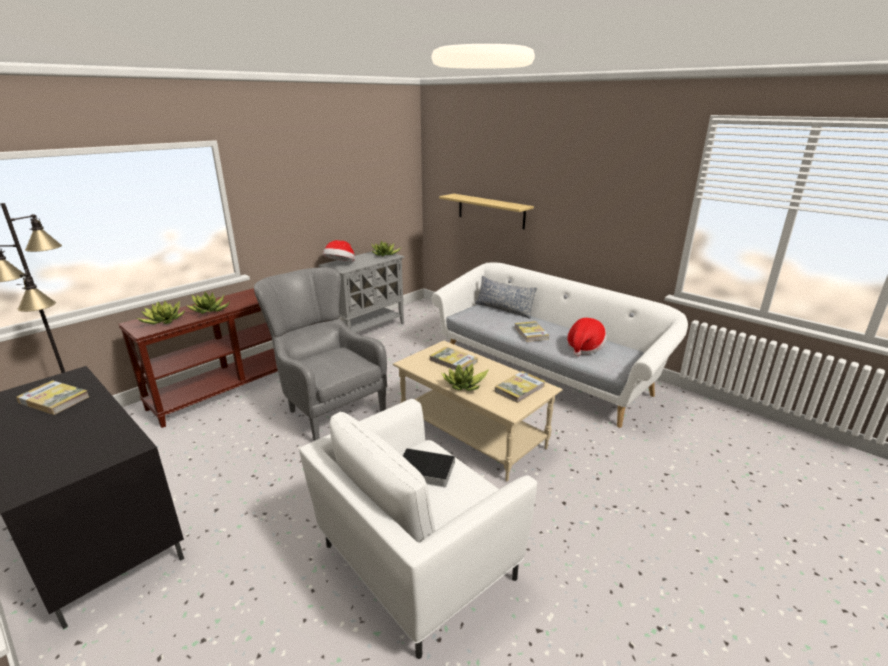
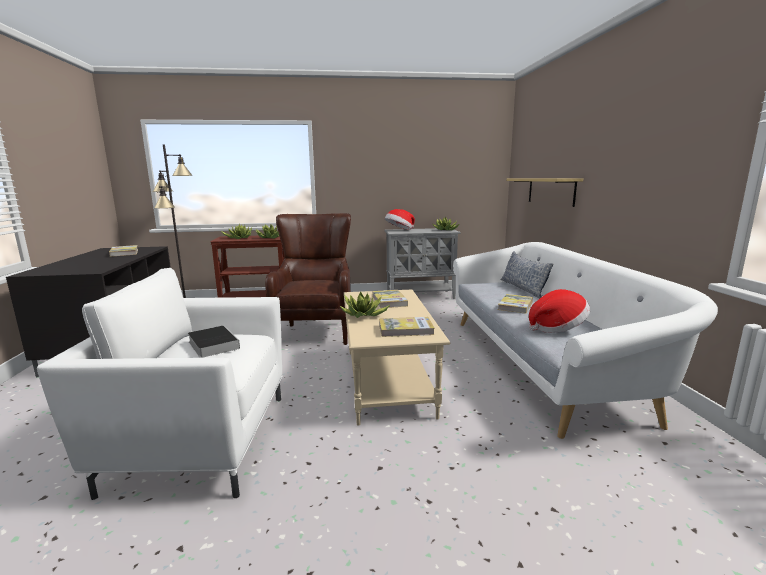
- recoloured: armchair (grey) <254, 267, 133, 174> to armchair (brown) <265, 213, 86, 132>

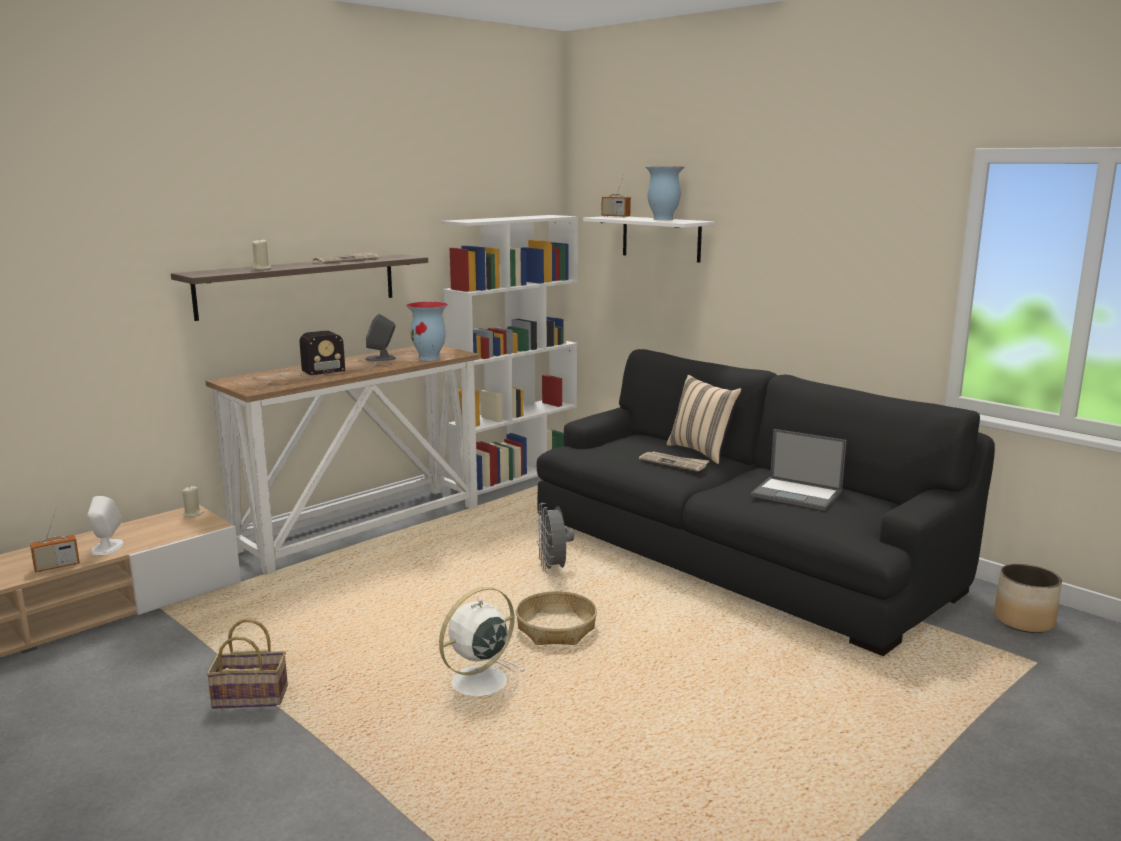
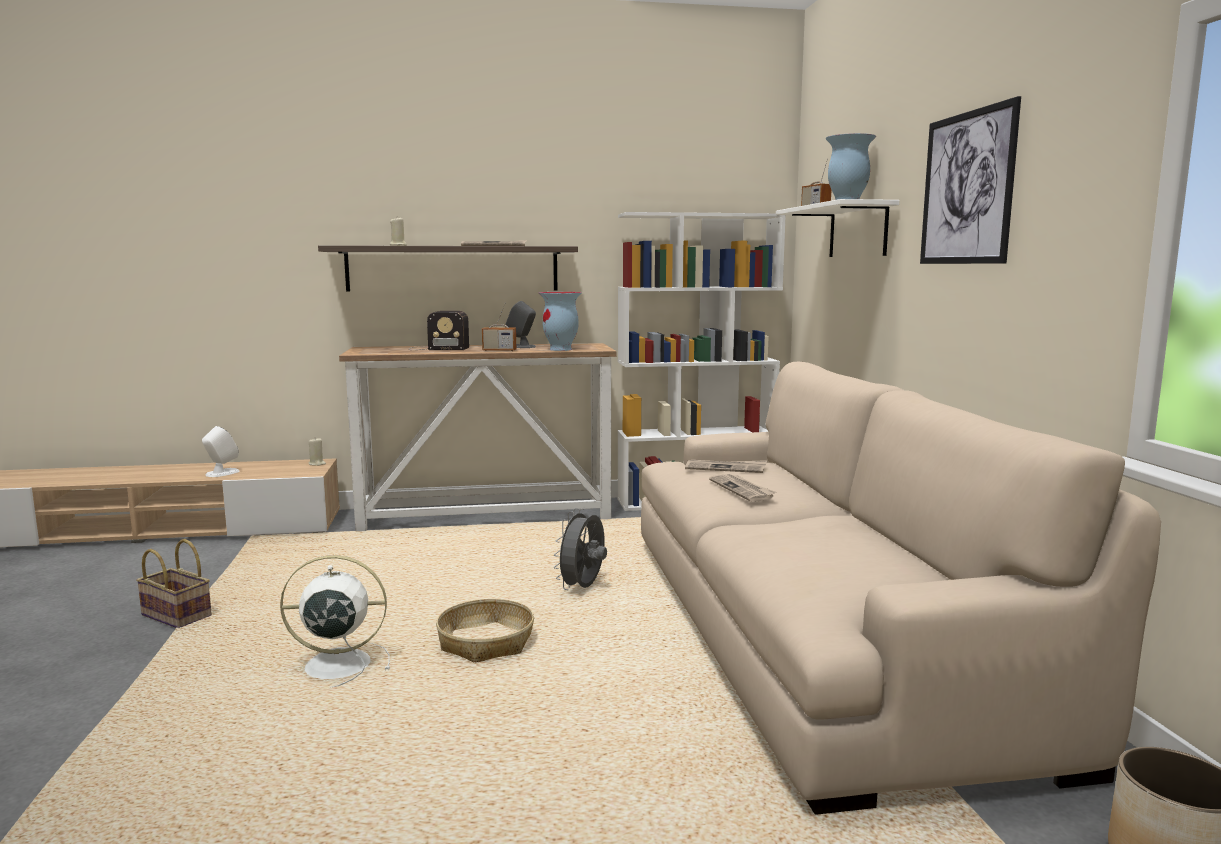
- moved: radio <30, 508, 50, 64> to <482, 302, 34, 49>
- recoloured: sofa (black) <537, 349, 458, 307> to sofa (beige) <641, 362, 520, 453>
- removed: pillow (beige) <666, 375, 76, 89>
- removed: laptop <751, 429, 96, 82>
- added: newspaper <685, 460, 82, 13>
- added: picture <920, 96, 101, 168>

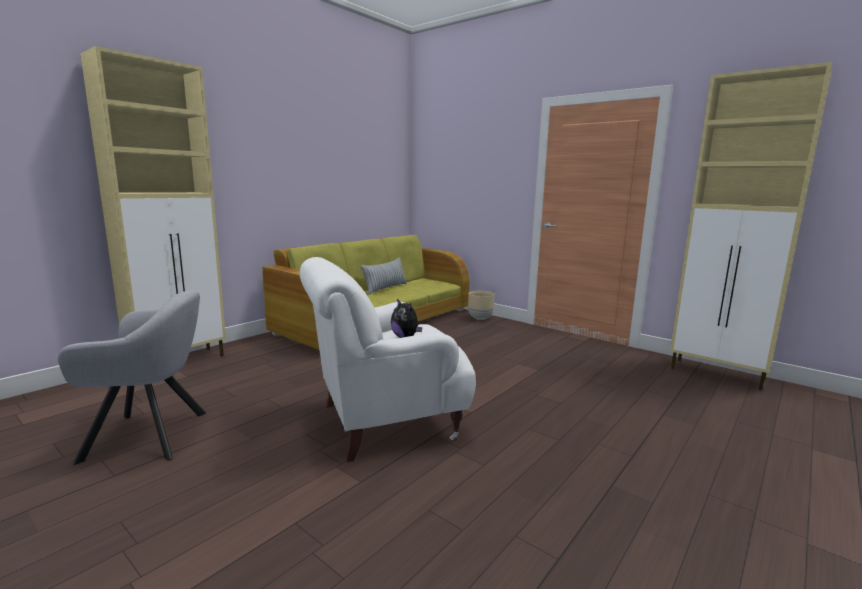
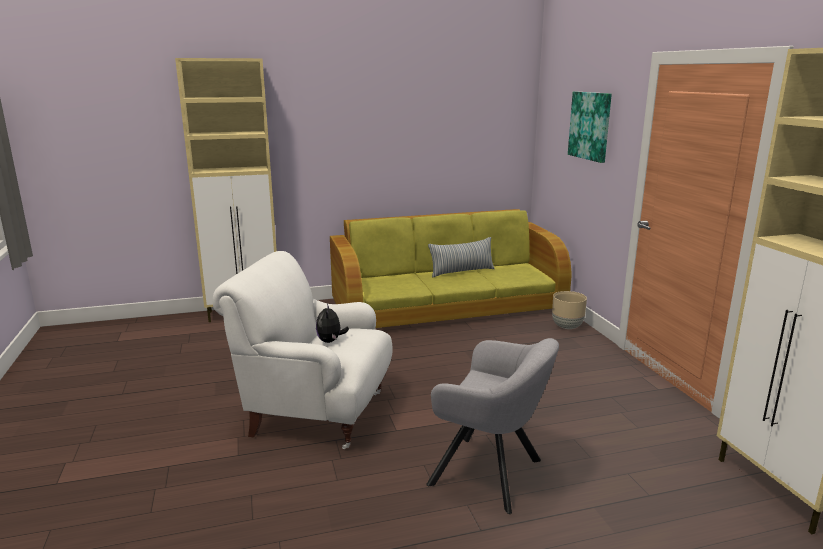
- moved: armchair (grey) <58, 291, 148, 174> to <426, 338, 133, 176>
- added: picture <568, 92, 44, 71>

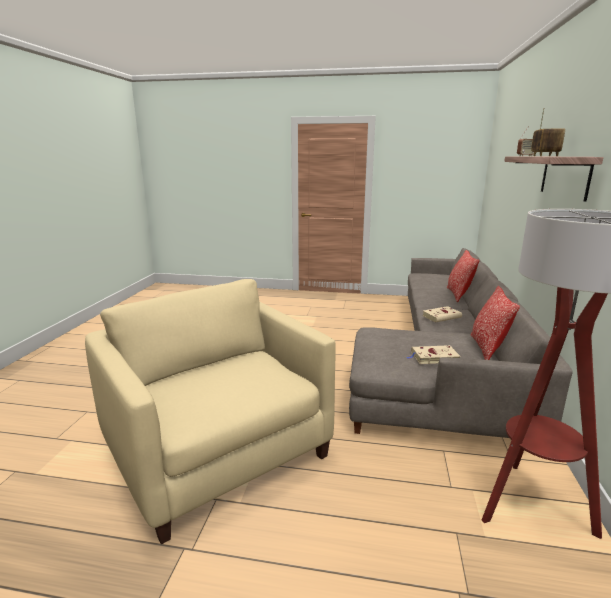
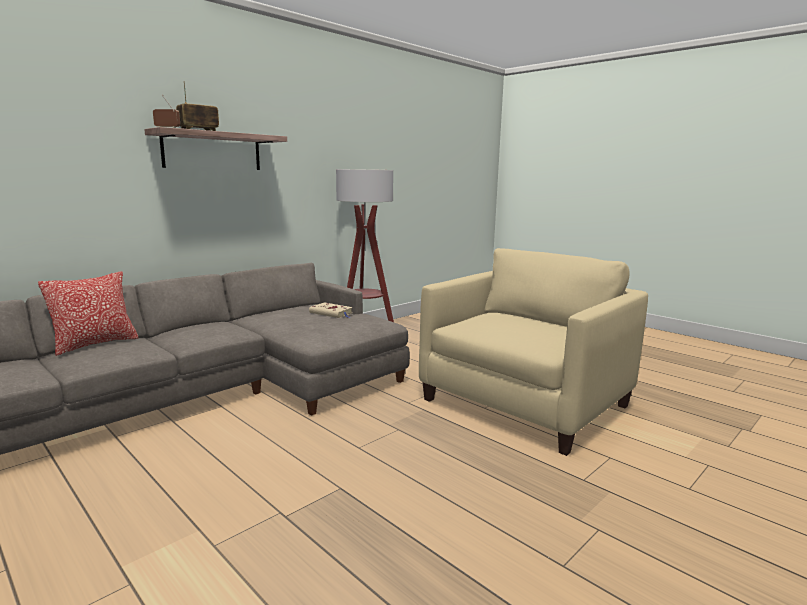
- turned: armchair (beige) <85, 279, 251, 266> = <419, 248, 229, 208> 135 degrees counterclockwise
- removed: book (beige) <422, 306, 40, 16>
- removed: pillow <471, 286, 49, 74>

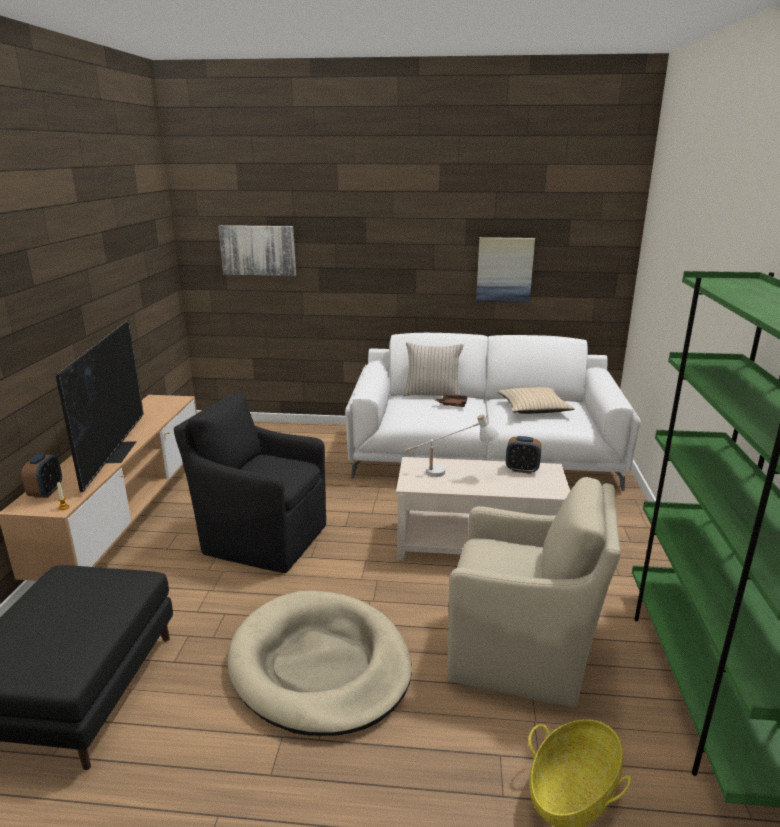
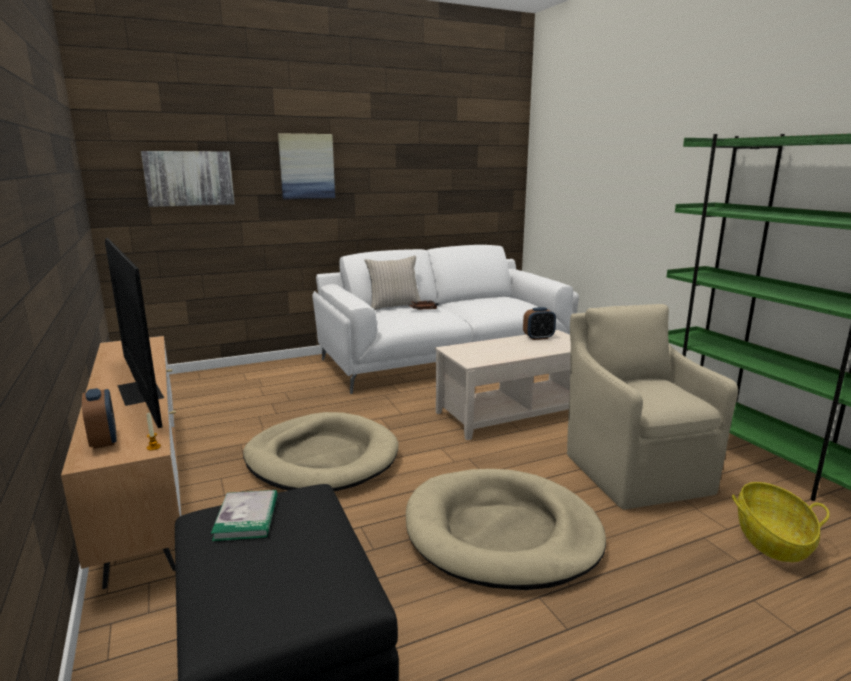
- replaced: armchair (black) <174, 392, 152, 181> to dog bed (beige) <243, 412, 156, 79>
- removed: table lamp (white) <405, 414, 94, 63>
- turned: armchair (beige) <447, 477, 174, 230> = <567, 304, 171, 205> 90 degrees counterclockwise
- moved: picture <476, 237, 59, 66> to <278, 133, 57, 66>
- removed: pillow (beige) <498, 387, 77, 27>
- added: book <211, 490, 67, 51>

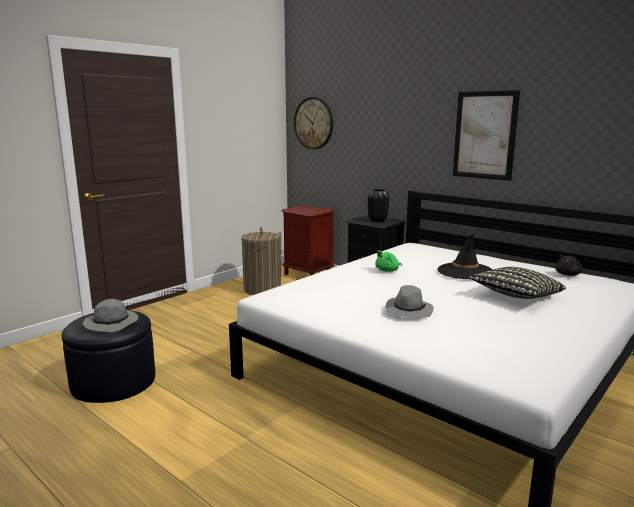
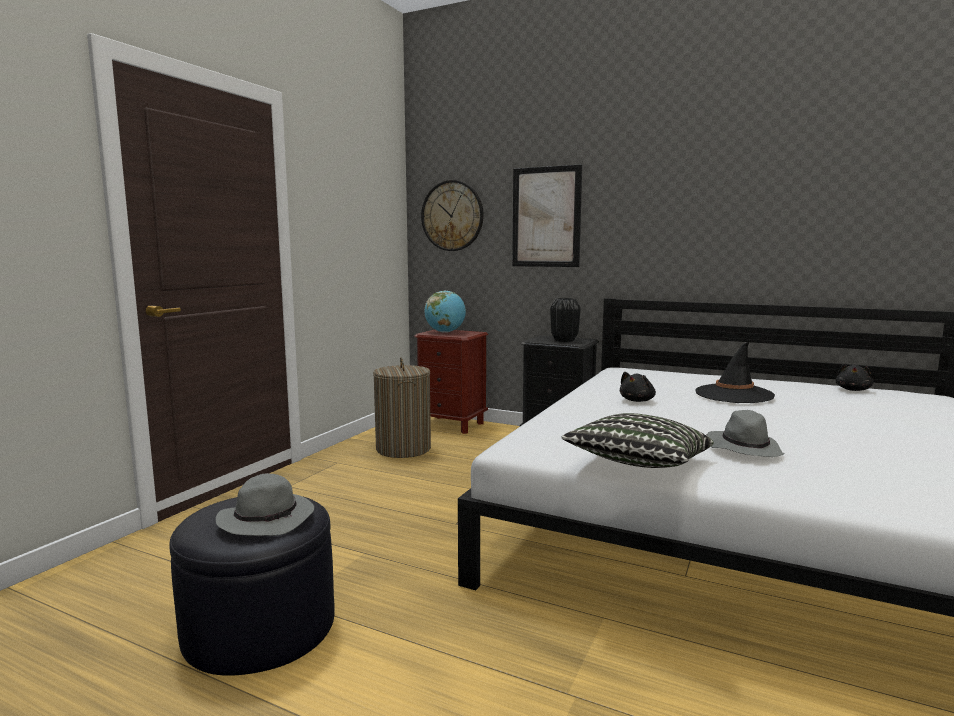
- recoloured: plush toy (green) <375, 250, 27, 22> to plush toy (black) <620, 372, 36, 30>
- moved: picture <453, 90, 67, 91> to <512, 164, 70, 103>
- moved: pillow <470, 267, 96, 32> to <561, 413, 153, 55>
- added: globe <424, 290, 42, 43>

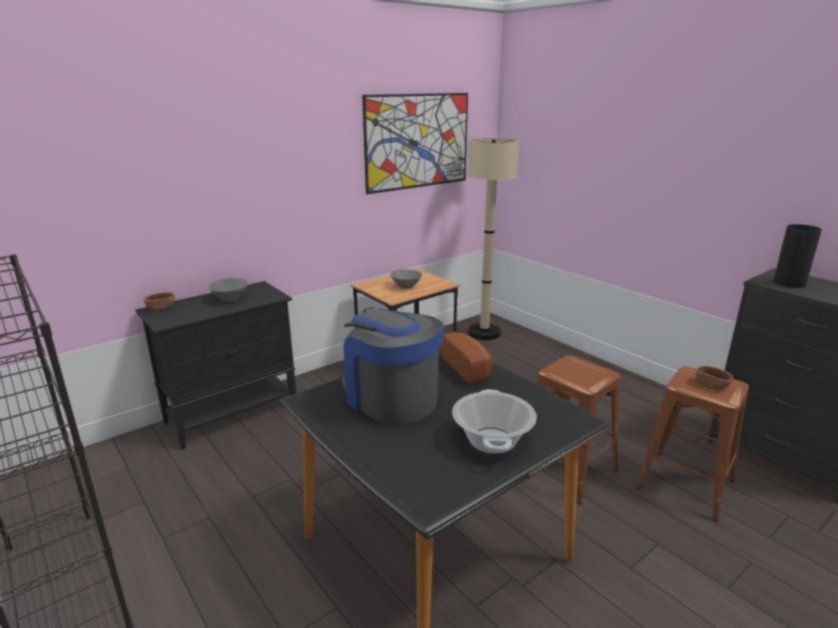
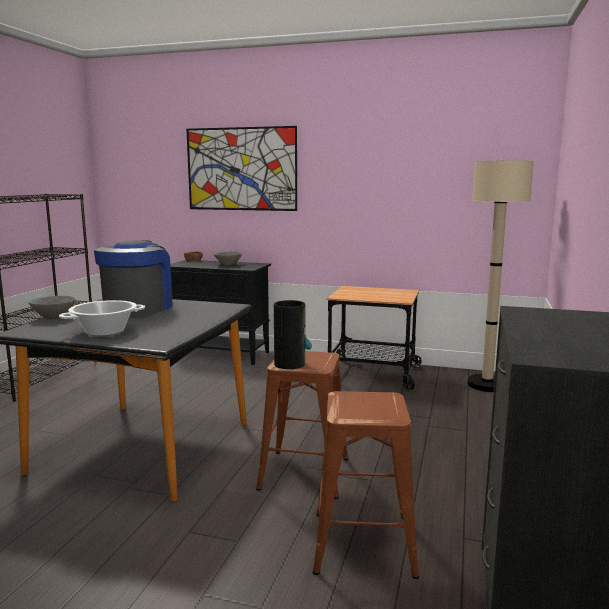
- moved: picture <362, 93, 106, 101> to <186, 126, 111, 85>
- moved: bowl (grey) <390, 269, 32, 20> to <28, 296, 48, 23>
- removed: bread <441, 332, 52, 52>
- removed: bowl (brown) <696, 365, 37, 25>
- moved: vase <773, 224, 49, 64> to <274, 300, 38, 69>

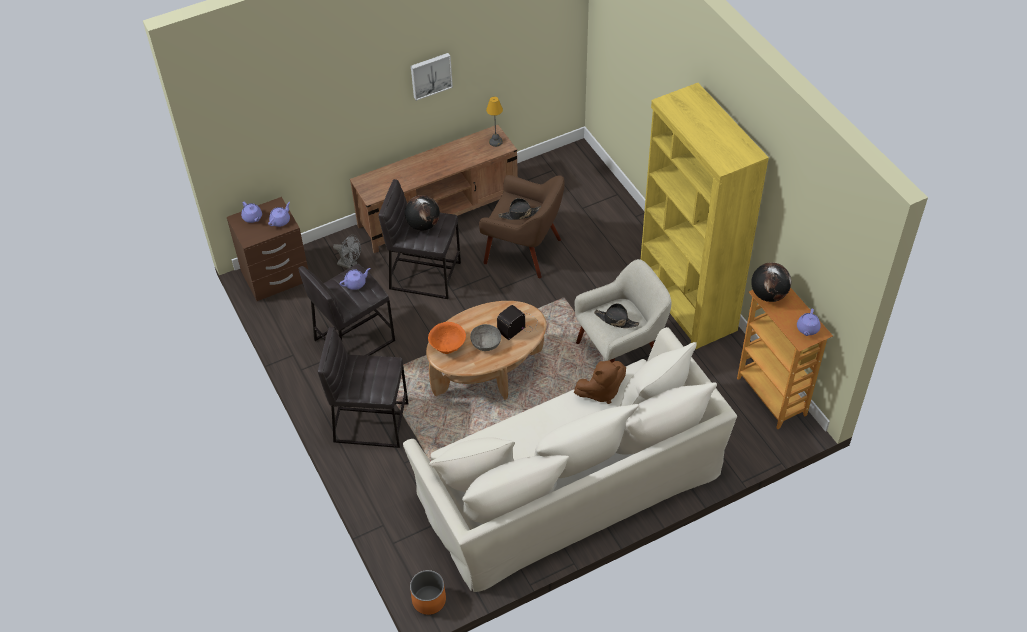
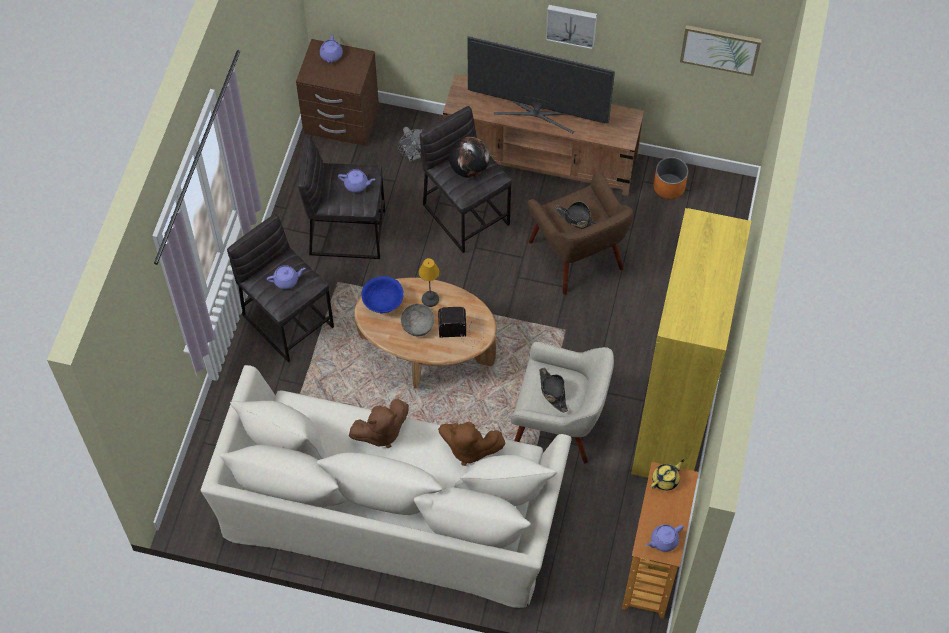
- moved: teapot (purple) <268, 202, 22, 25> to <267, 265, 38, 24>
- moved: planter (orange) <410, 570, 36, 45> to <653, 157, 35, 42>
- recoloured: bowl (orange) <428, 322, 38, 32> to bowl (blue) <361, 276, 43, 38>
- moved: table lamp <486, 97, 17, 50> to <419, 258, 21, 49>
- replaced: globe <751, 262, 40, 40> to teapot (yellow) <651, 459, 33, 32>
- added: plush toy (brown) <349, 399, 60, 49>
- added: television <468, 36, 147, 97>
- added: picture <680, 25, 82, 51>

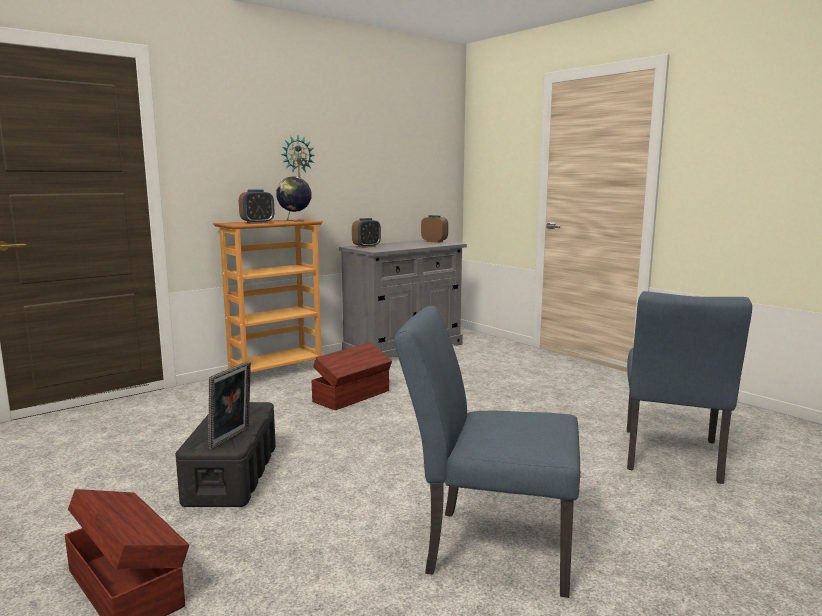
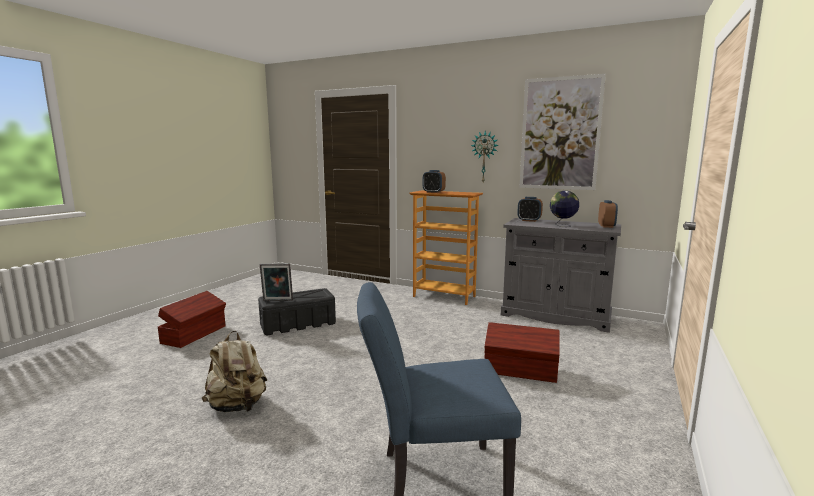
- moved: globe <276, 176, 36, 46> to <550, 191, 29, 36>
- moved: storage box (brown) <312, 342, 80, 68> to <484, 322, 76, 61>
- replaced: chair (blue) <394, 306, 186, 292> to backpack (beige) <202, 330, 65, 82>
- added: picture <519, 74, 87, 116>

